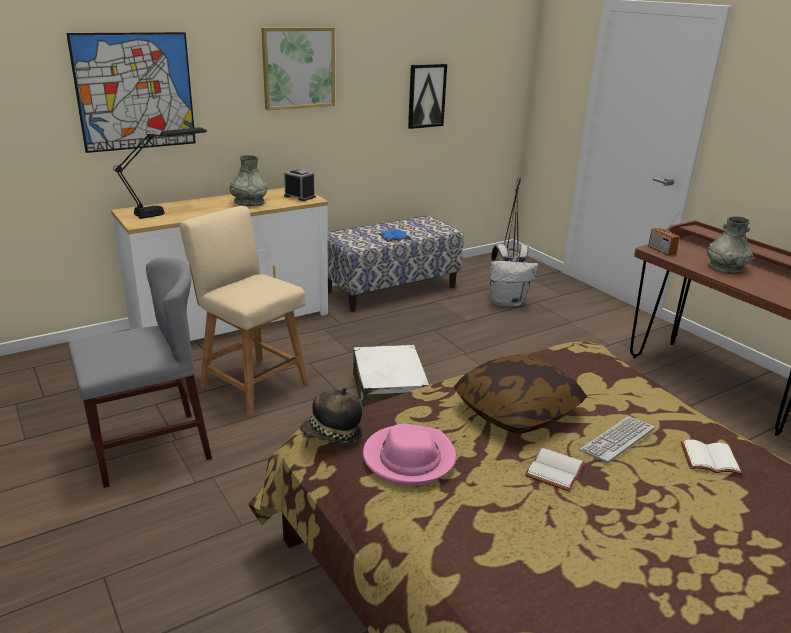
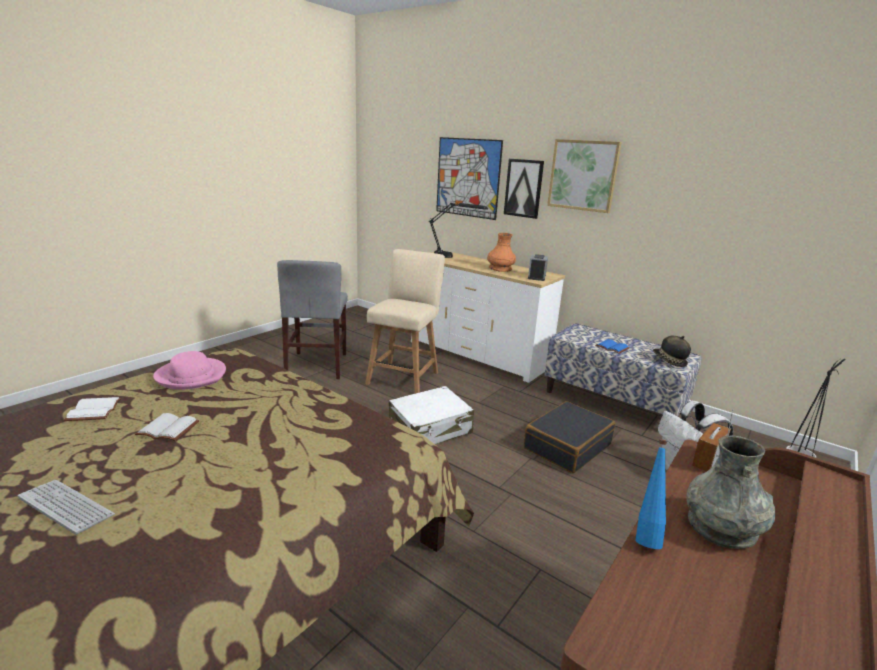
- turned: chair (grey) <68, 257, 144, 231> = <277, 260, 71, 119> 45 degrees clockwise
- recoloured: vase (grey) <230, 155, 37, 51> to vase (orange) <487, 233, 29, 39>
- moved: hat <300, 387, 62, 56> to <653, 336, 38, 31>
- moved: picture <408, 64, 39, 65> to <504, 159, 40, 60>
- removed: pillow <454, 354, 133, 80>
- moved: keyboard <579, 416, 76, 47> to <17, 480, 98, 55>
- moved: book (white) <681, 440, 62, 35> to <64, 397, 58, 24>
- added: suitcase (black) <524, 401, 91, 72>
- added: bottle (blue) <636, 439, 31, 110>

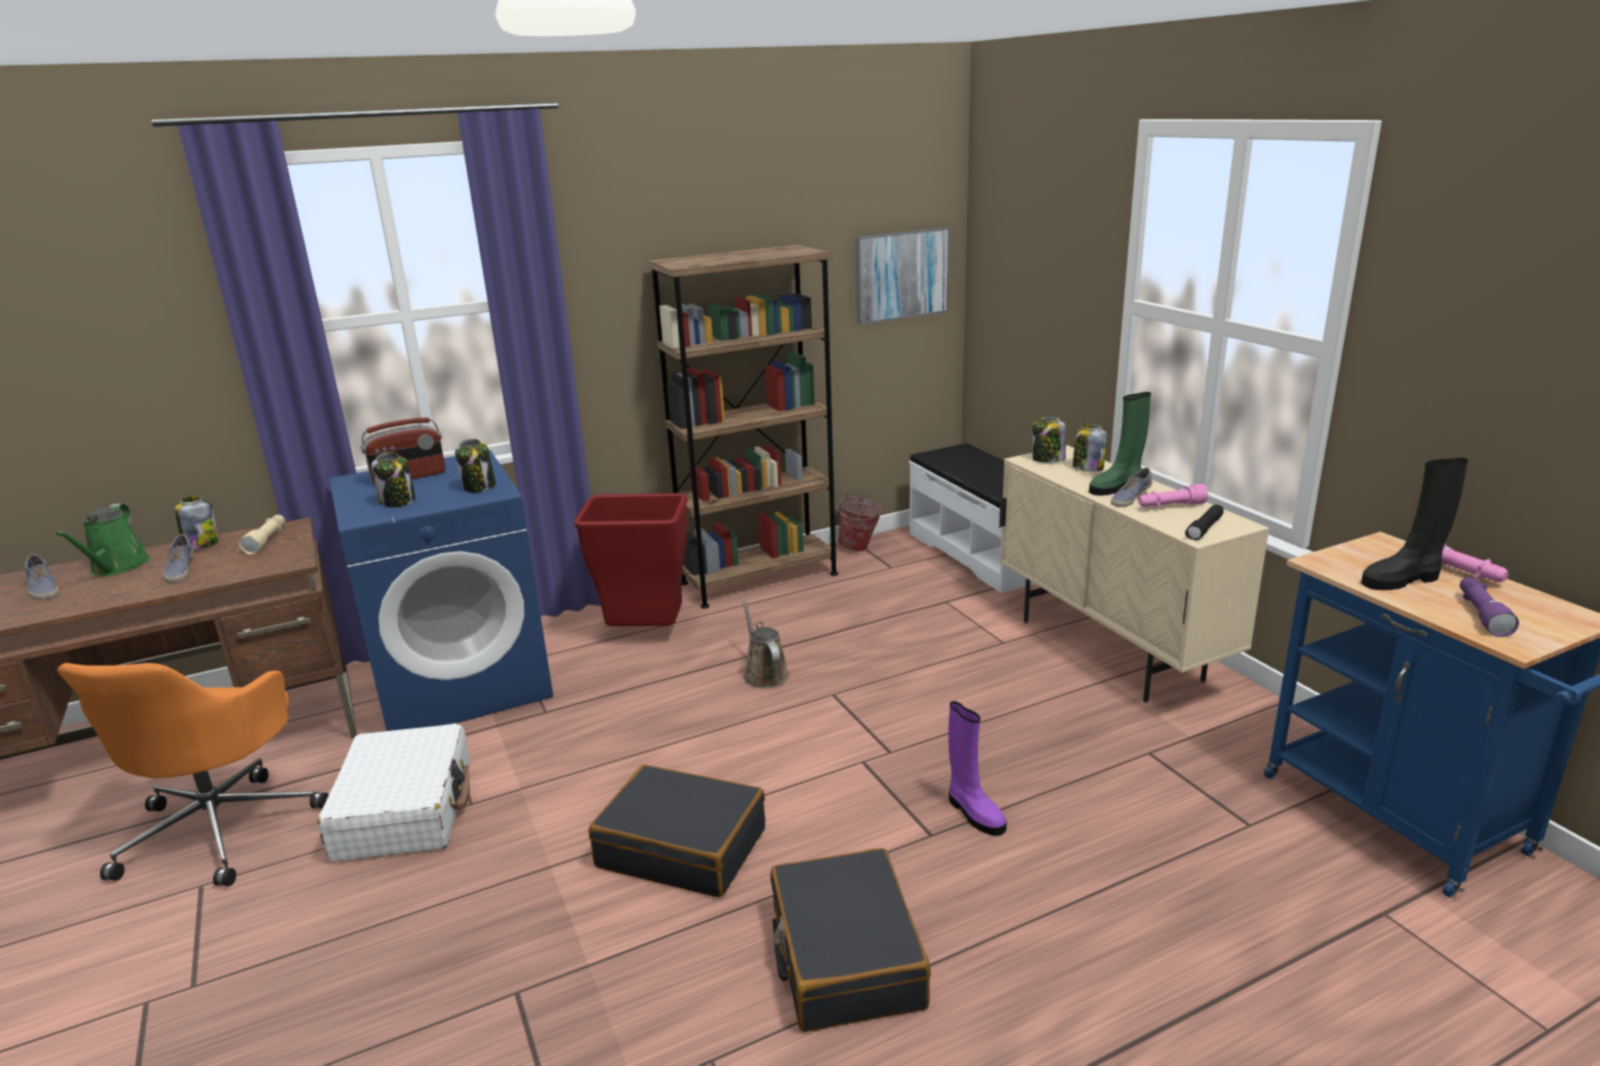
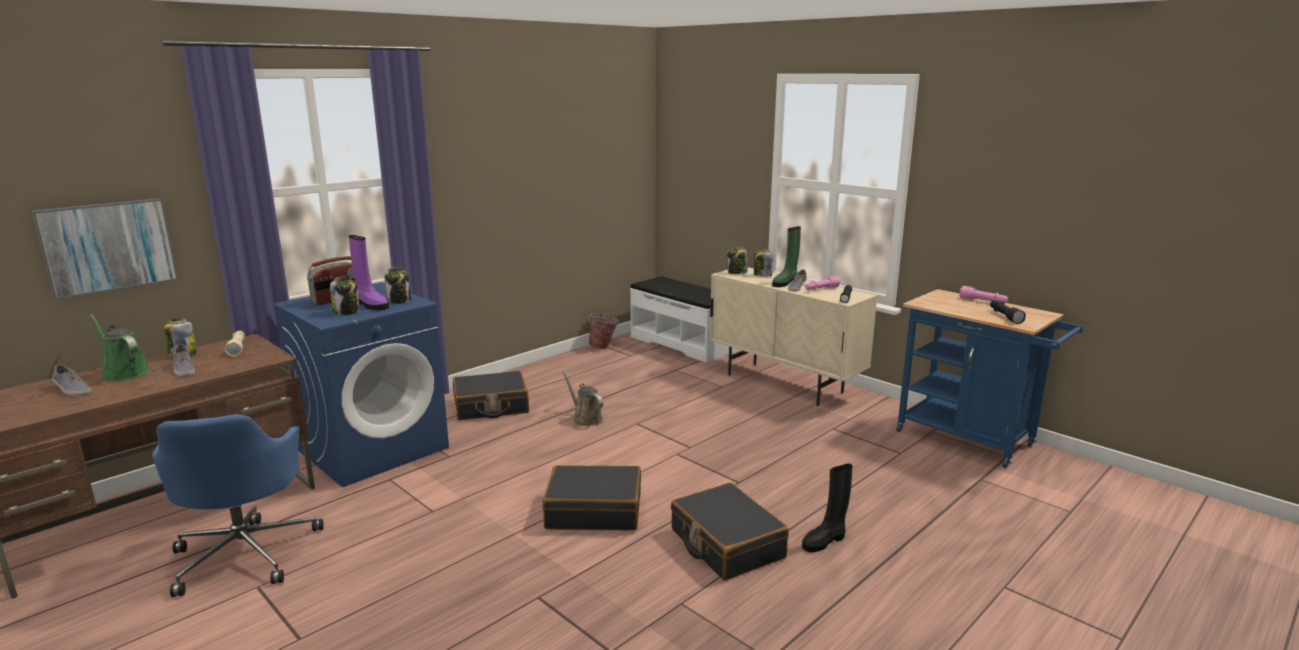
- turned: watering can (green) <55, 503, 95, 73> = <90, 314, 60, 67> 150 degrees clockwise
- recoloured: office chair (orange) <57, 663, 272, 223> to office chair (blue) <152, 414, 172, 183>
- removed: suitcase (white) <317, 723, 153, 139>
- replaced: trash can (red) <574, 493, 114, 133> to suitcase (black) <453, 371, 76, 49>
- removed: bookcase (brown) <647, 244, 191, 365>
- moved: picture <855, 227, 95, 98> to <32, 198, 146, 102>
- moved: boot (purple) <948, 701, 59, 135> to <349, 235, 40, 75>
- moved: boot (black) <1361, 458, 107, 132> to <802, 463, 51, 89>
- recoloured: flashlight (purple) <1460, 577, 59, 60> to flashlight (black) <990, 300, 36, 24>

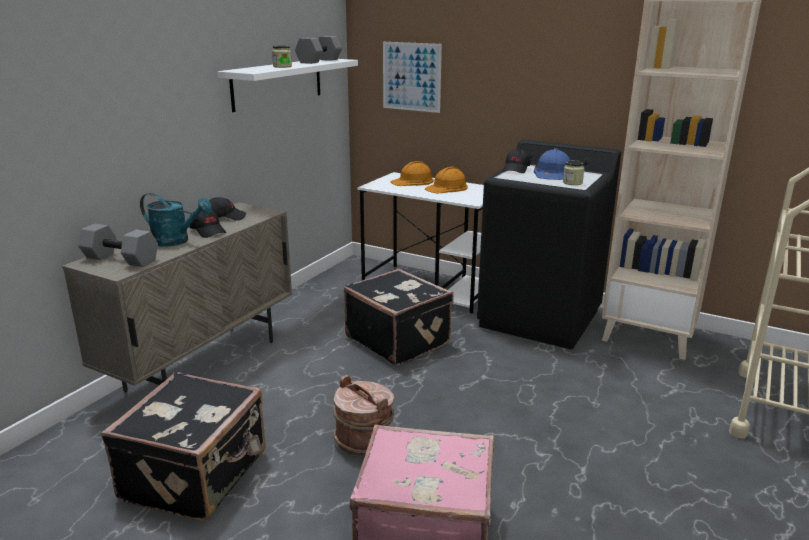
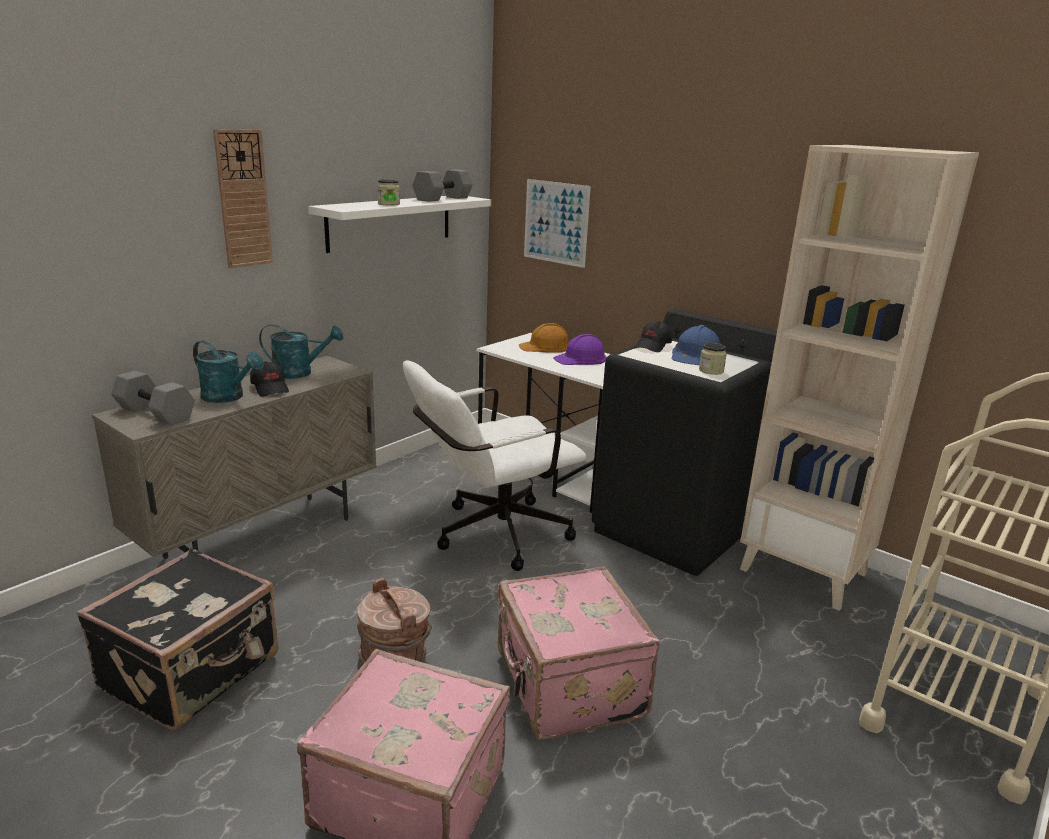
- replaced: cap (black) <209, 197, 37, 24> to watering can (turquoise) <259, 324, 84, 55>
- replaced: suitcase (black) <344, 269, 110, 97> to office chair (white) <403, 360, 183, 211>
- recoloured: hard hat (orange) <425, 167, 43, 26> to hard hat (purple) <553, 334, 54, 31>
- added: wall clock <213, 129, 60, 139>
- added: suitcase (pink) <498, 566, 162, 174>

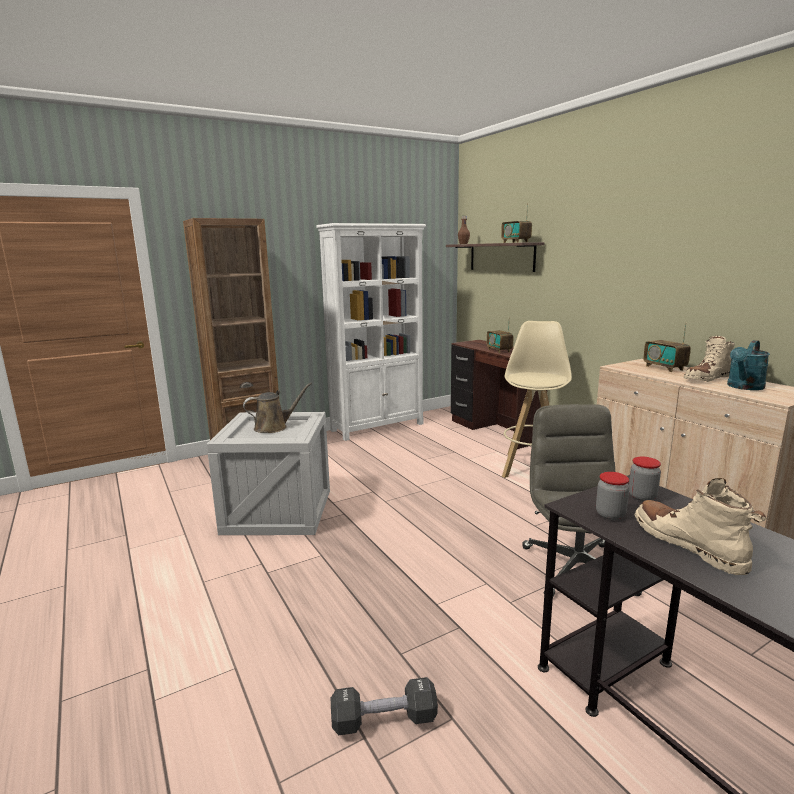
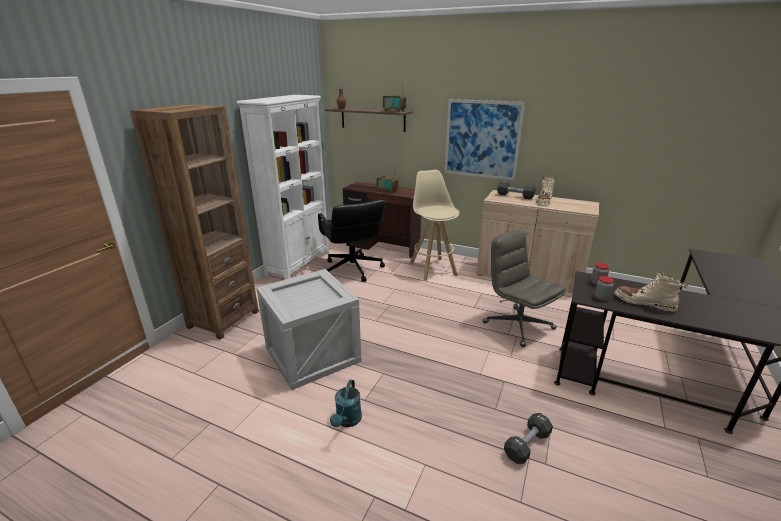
- removed: watering can (brown) <243, 383, 69, 50>
- replaced: radio <643, 323, 48, 49> to dumbbell (black) <497, 181, 38, 18>
- moved: watering can (turquoise) <727, 340, 43, 50> to <330, 379, 32, 48>
- added: office chair (black) <318, 200, 68, 82>
- added: picture <444, 99, 81, 81>

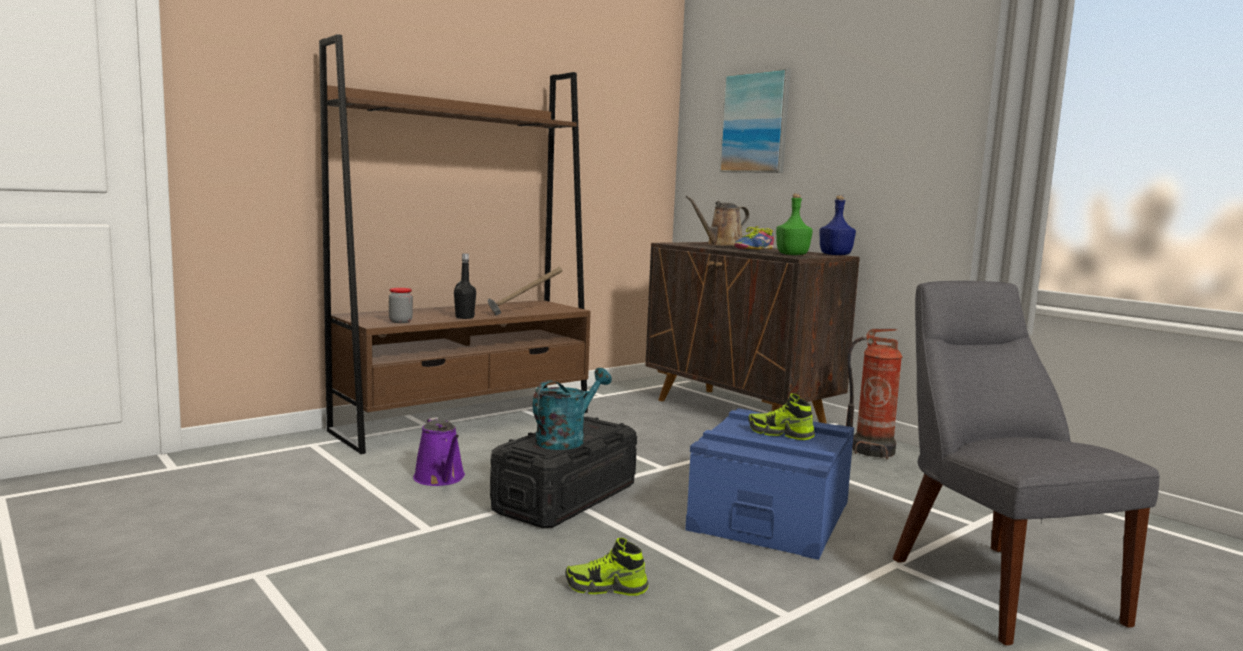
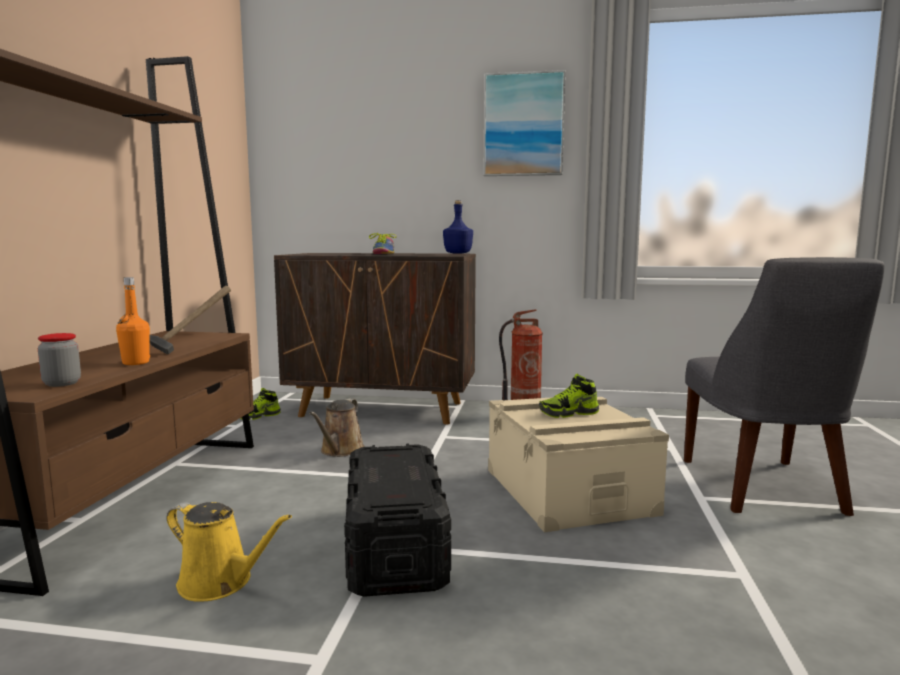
- recoloured: watering can (purple) <413, 417, 52, 69> to watering can (yellow) <167, 502, 125, 100>
- recoloured: bottle (black) <454, 254, 22, 65> to bottle (orange) <116, 277, 34, 88>
- removed: watering can (turquoise) <533, 368, 79, 82>
- moved: shoe <565, 538, 83, 57> to <241, 388, 40, 32>
- recoloured: storage box (blue) <685, 408, 169, 152> to storage box (beige) <488, 397, 181, 135>
- moved: watering can (brown) <686, 196, 64, 50> to <309, 399, 56, 58>
- moved: picture <719, 68, 72, 105> to <483, 70, 82, 106>
- removed: bottle (green) <776, 193, 37, 62>
- turned: chair (grey) <893, 281, 267, 364> = <684, 257, 201, 259> 120 degrees counterclockwise

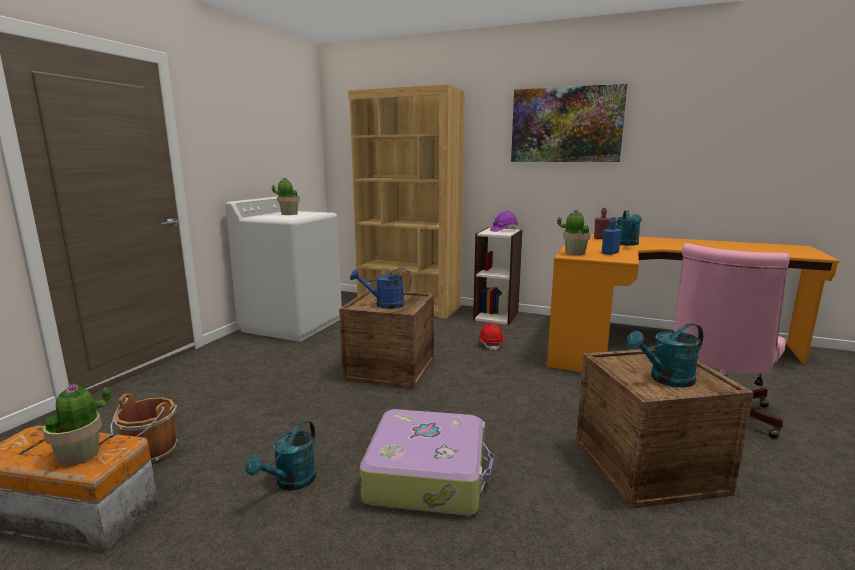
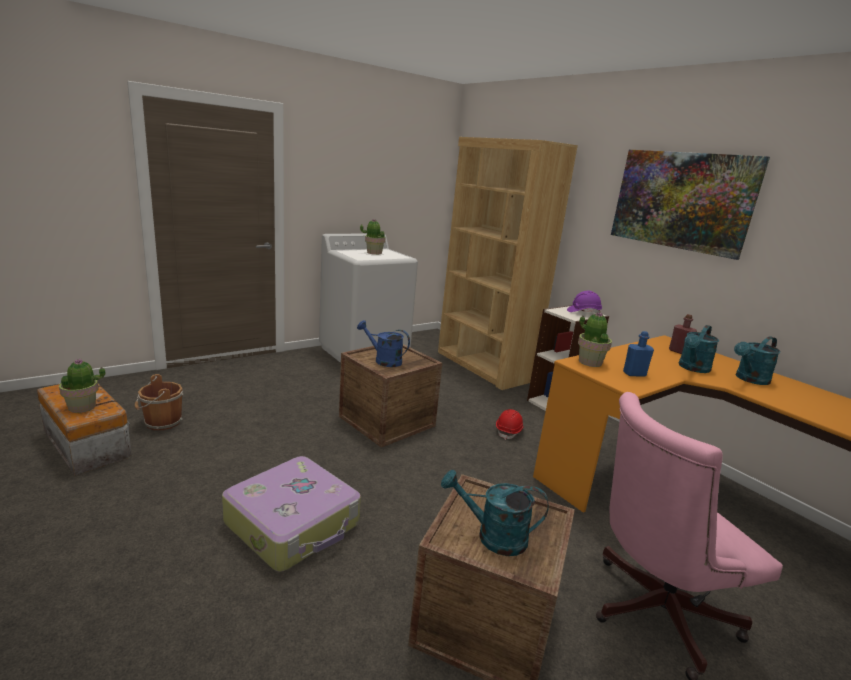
- moved: watering can (turquoise) <246, 420, 70, 71> to <734, 336, 46, 49>

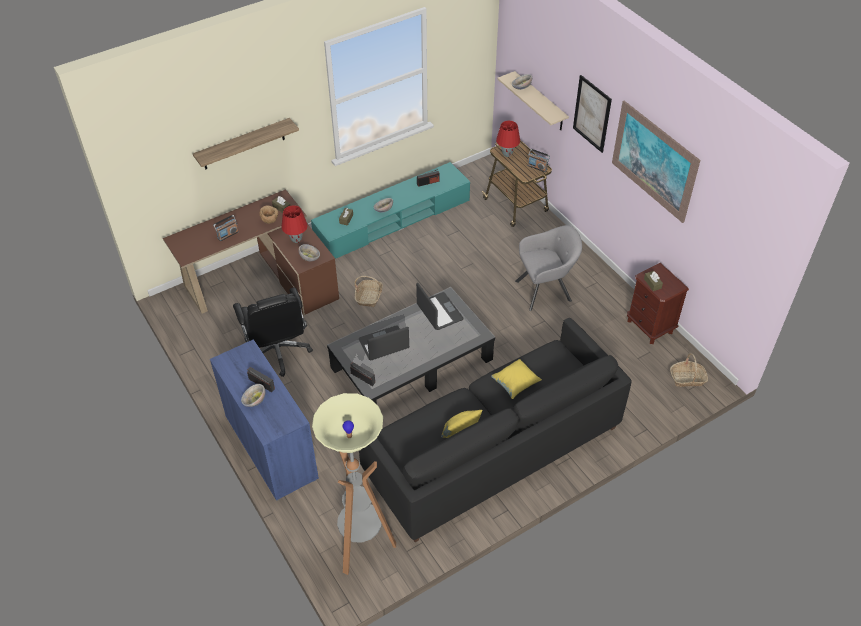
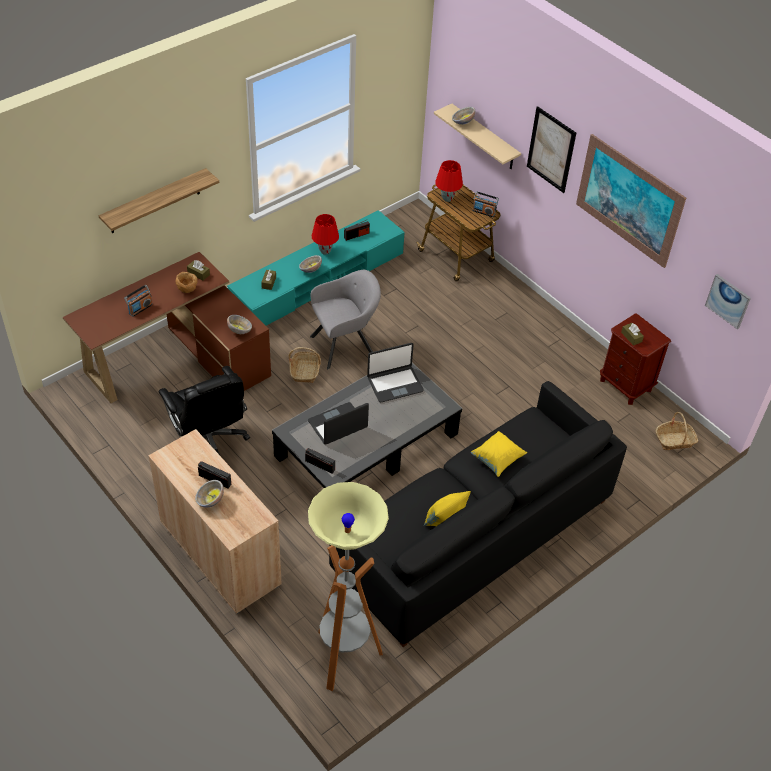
- recoloured: cabinet (blue) <210, 339, 109, 162> to cabinet (beige) <148, 429, 134, 185>
- moved: table lamp (red) <281, 205, 27, 38> to <312, 214, 27, 41>
- turned: laptop <416, 283, 48, 47> = <367, 343, 56, 59> 105 degrees clockwise
- moved: armchair (grey) <515, 225, 67, 86> to <310, 270, 71, 99>
- added: picture <705, 274, 46, 55>

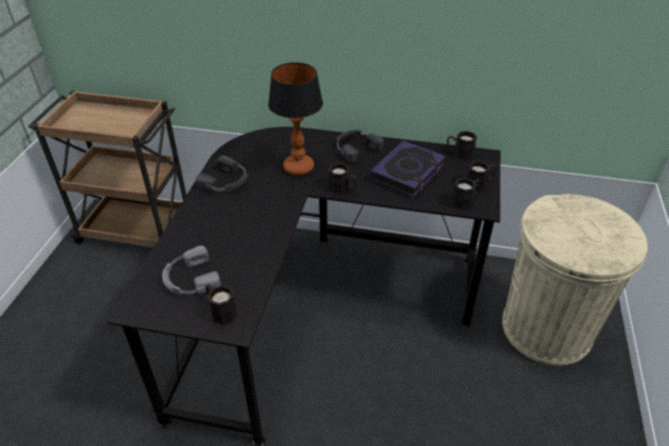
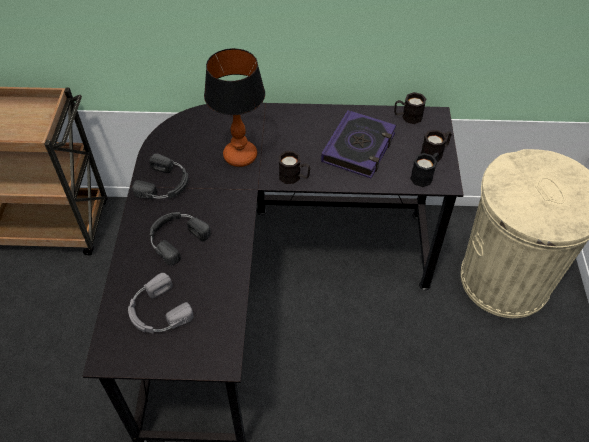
- removed: mug (black) <205, 284, 32, 40>
- moved: headphones (black) <337, 130, 47, 33> to <150, 212, 61, 54>

